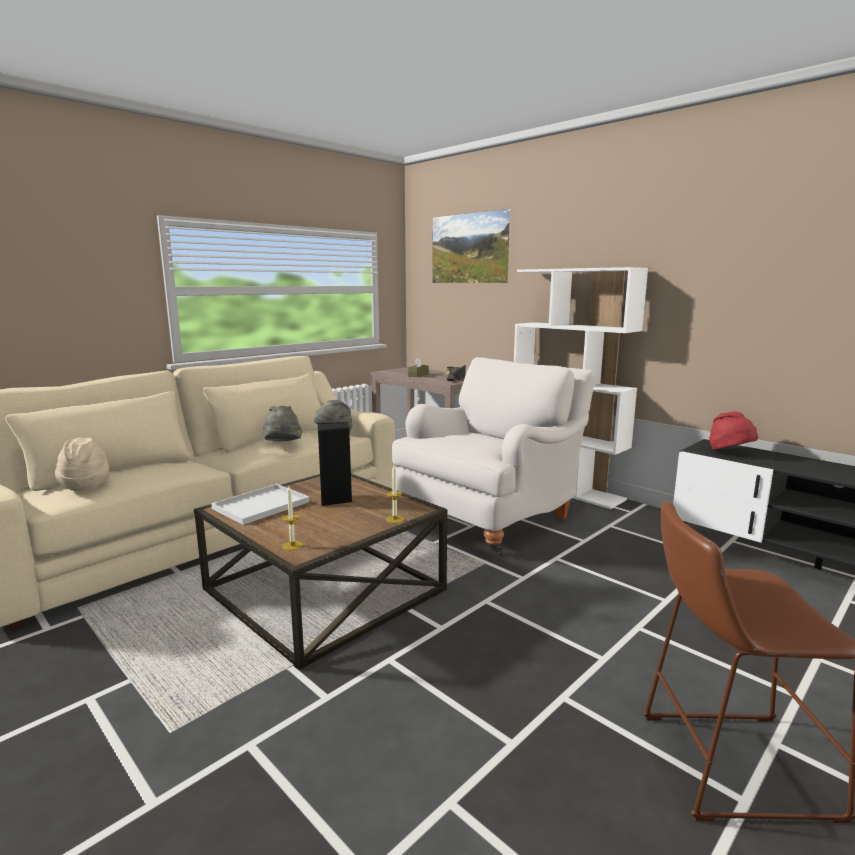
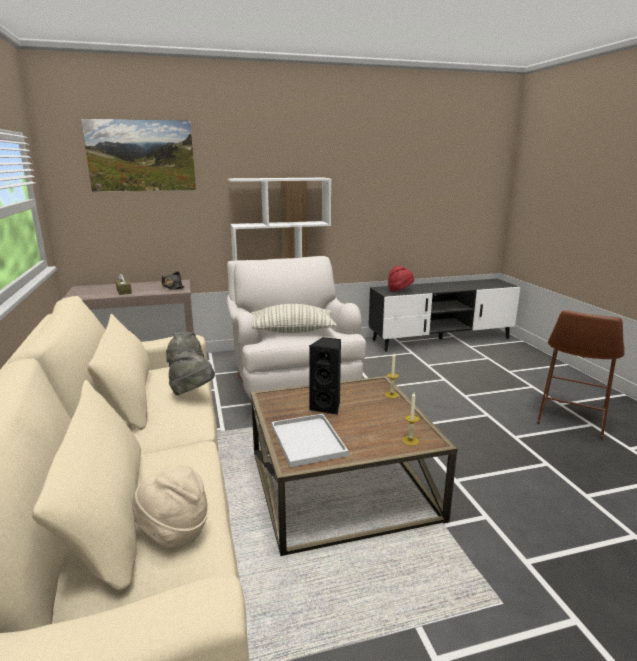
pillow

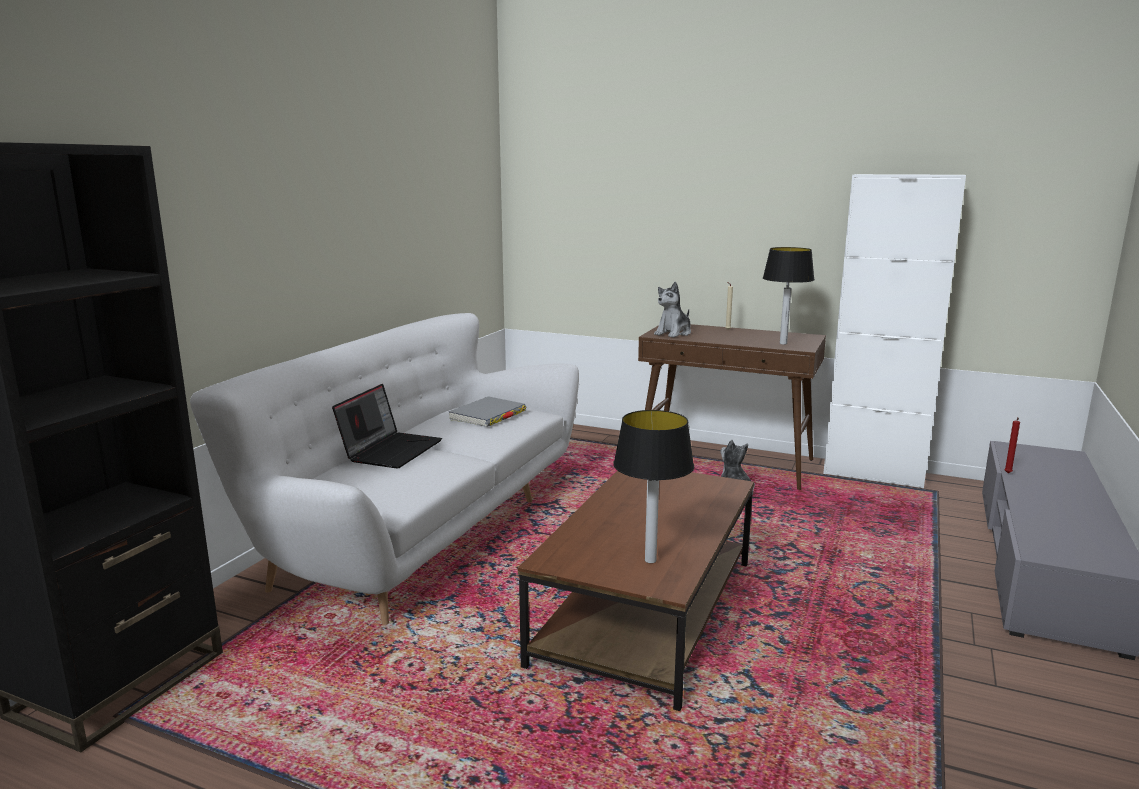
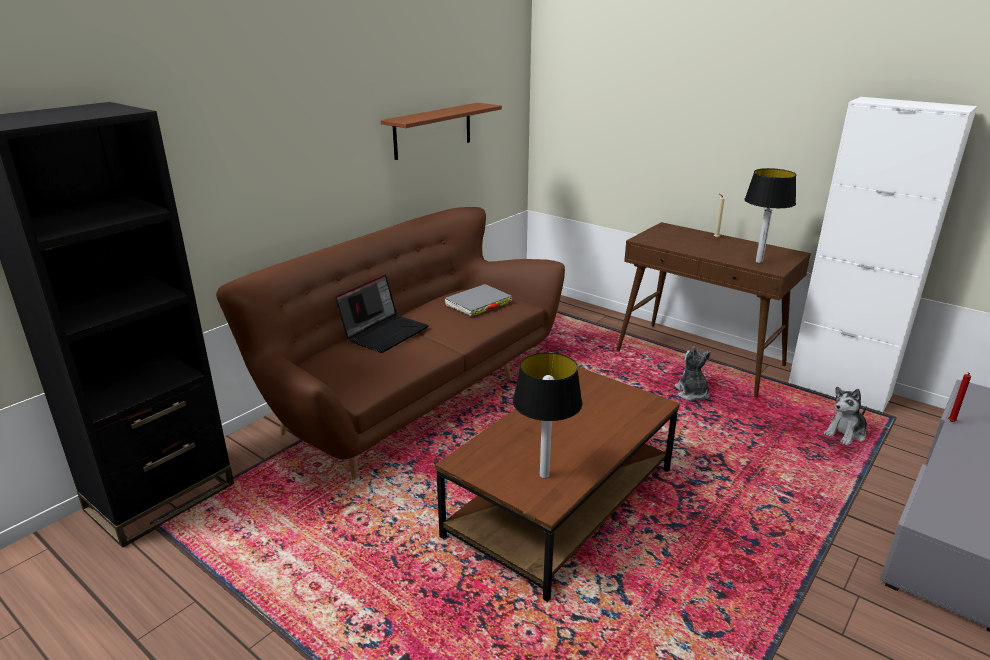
brown_shelf; plush_toy (no. 2 from left); brown_sofa

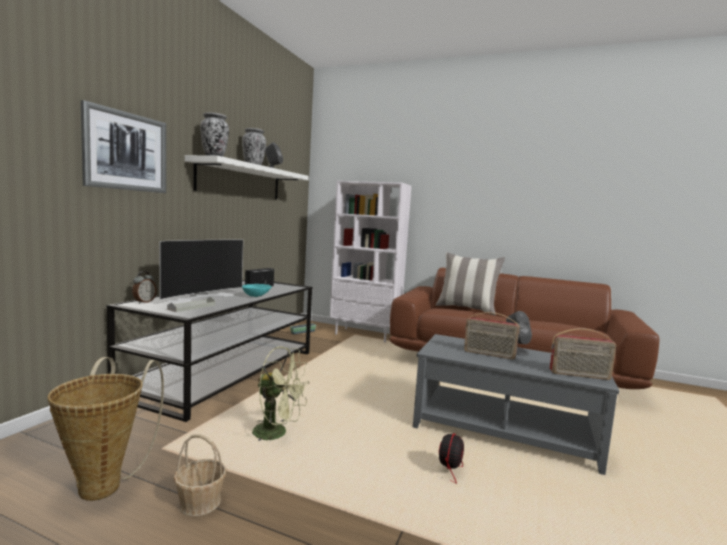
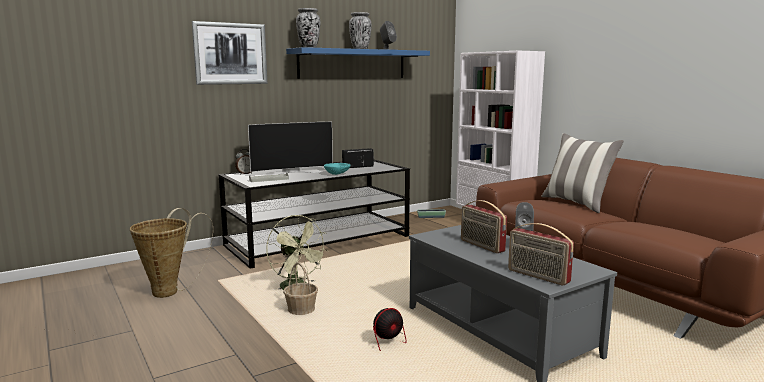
basket (no. 2 from left); blue_shelf

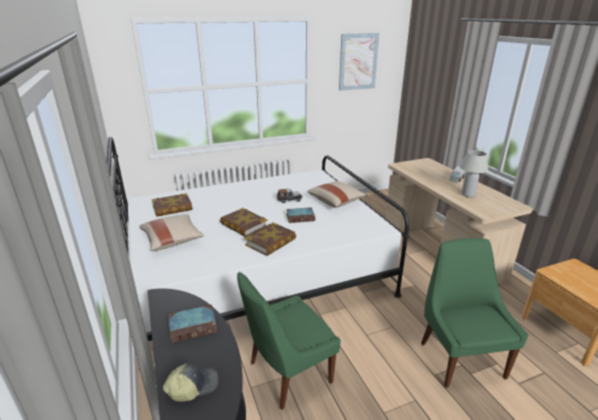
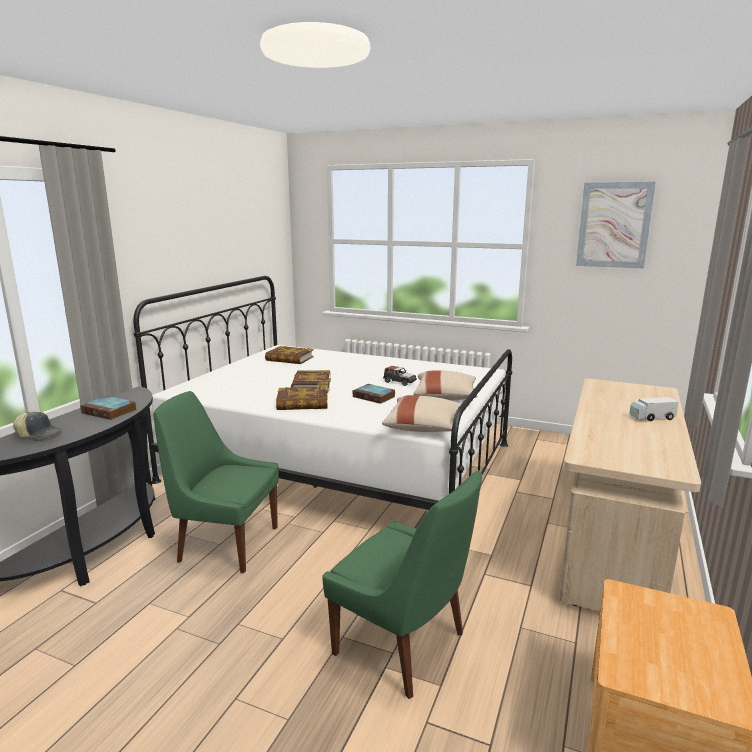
white_table_lamp; beige_pillow (no. 1 from left); green_chair (no. 2 from left)

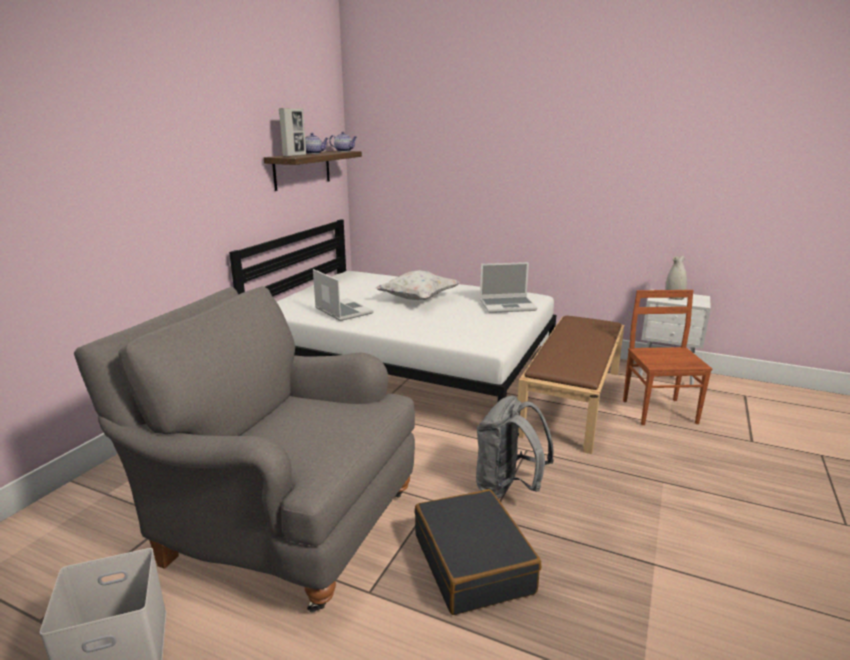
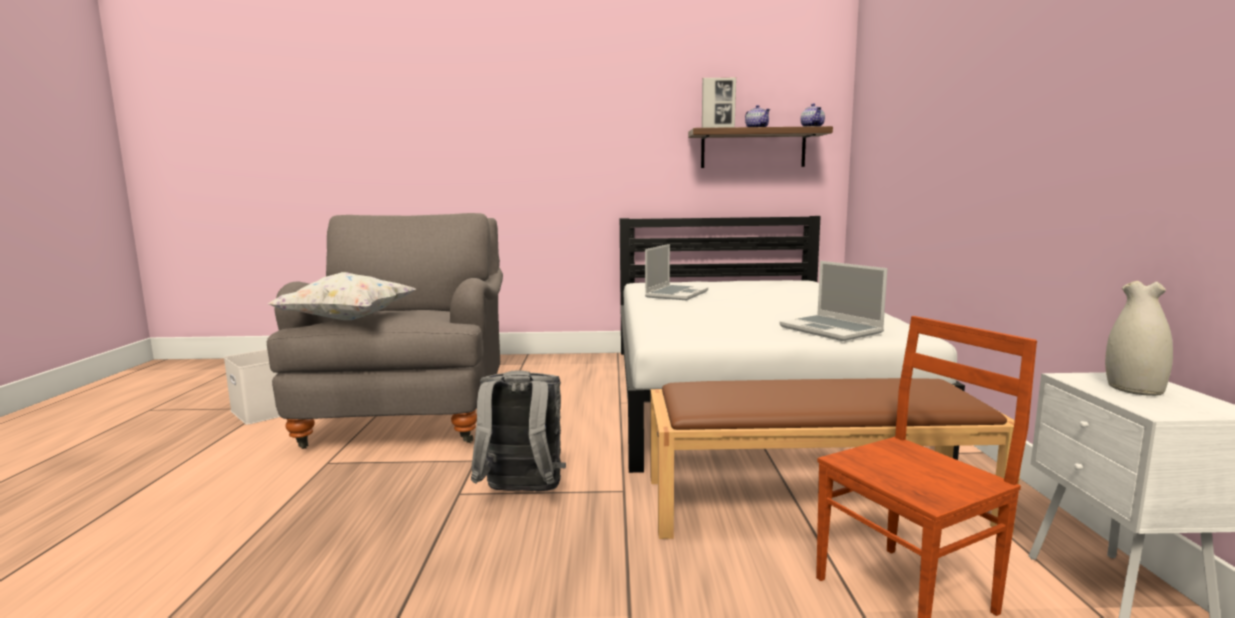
black_suitcase; white_pillow

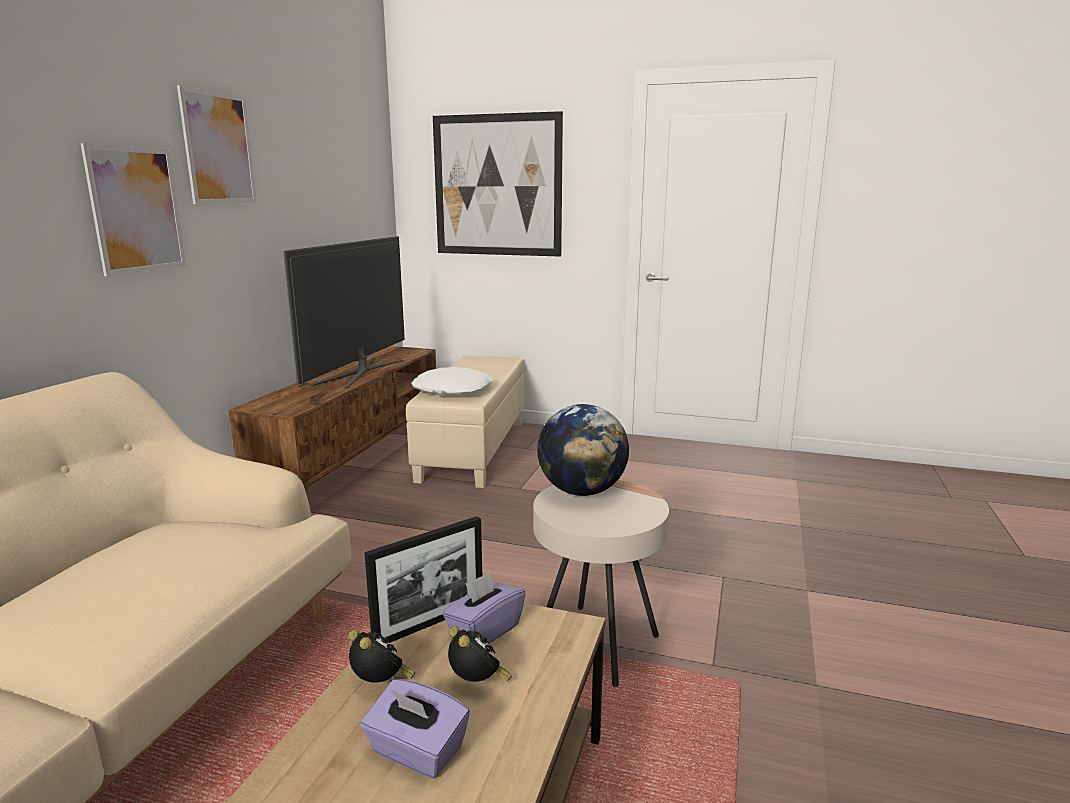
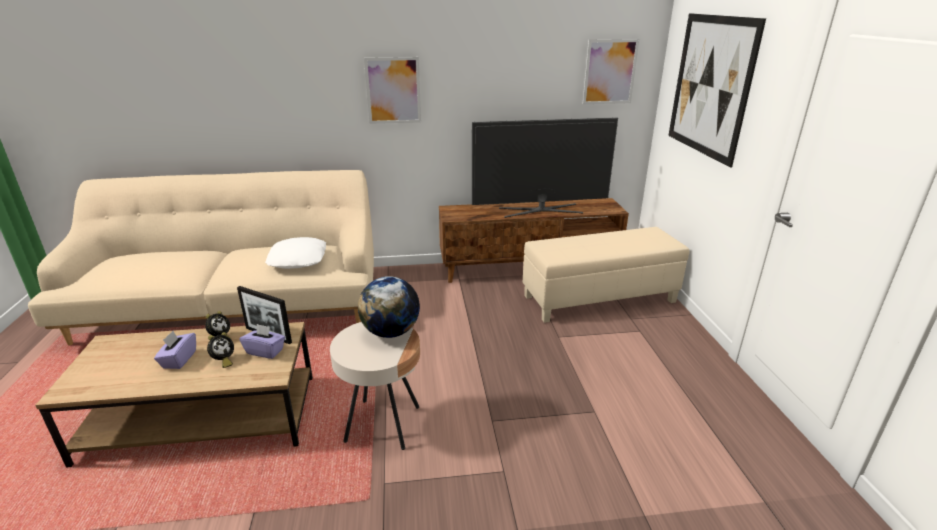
picture (no. 2 from left); white_pillow

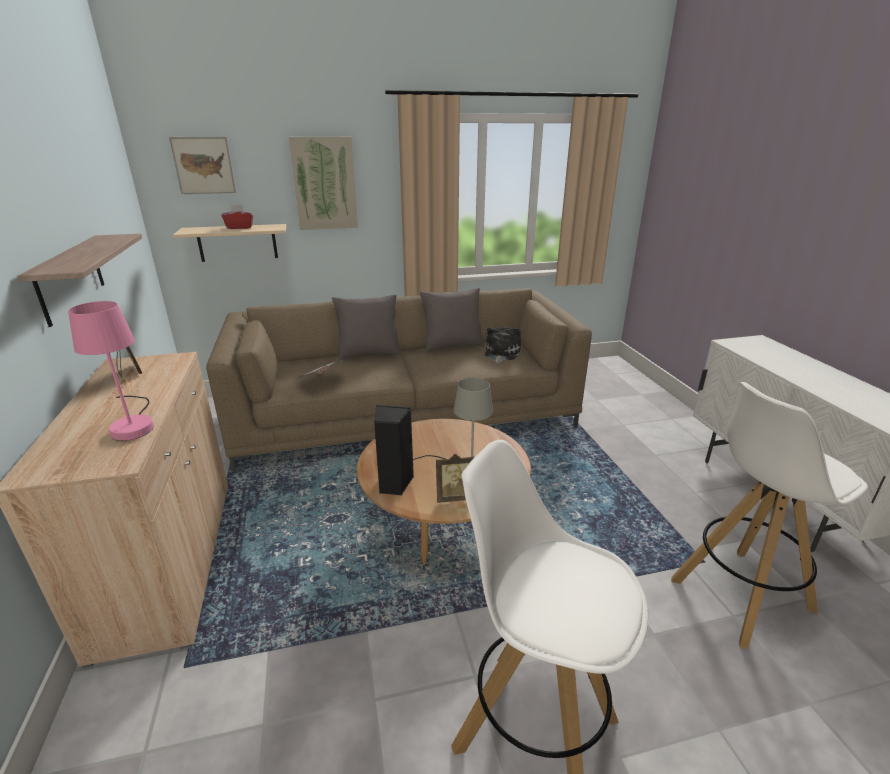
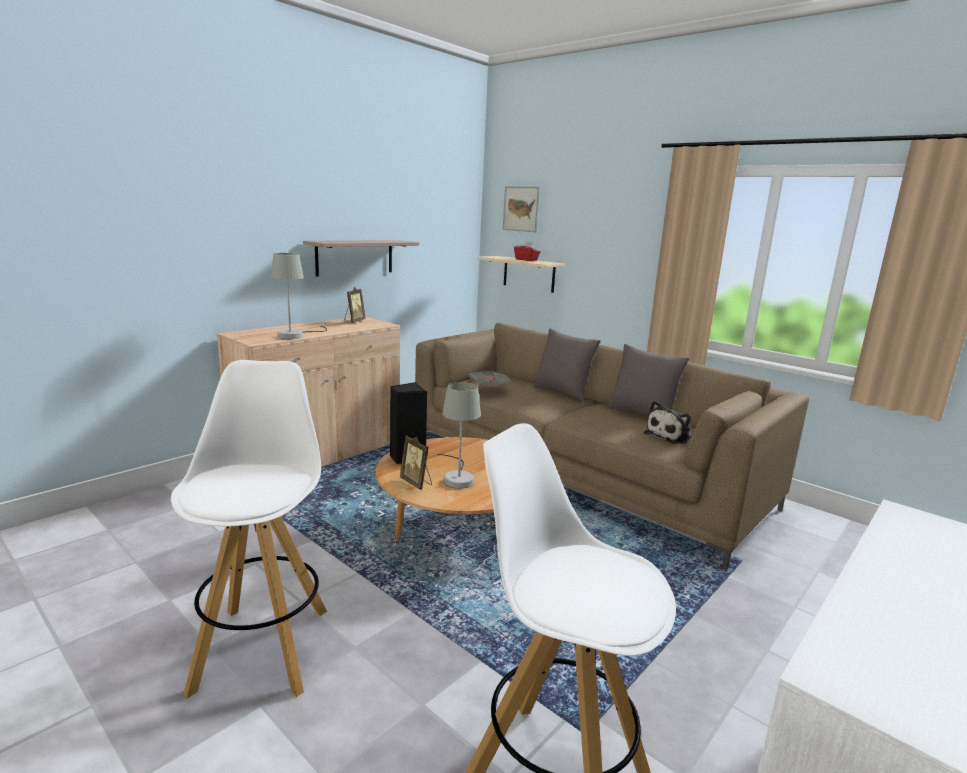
picture (no. 2 from left in the first image); grey_table_lamp (no. 1 from left); plush_toy

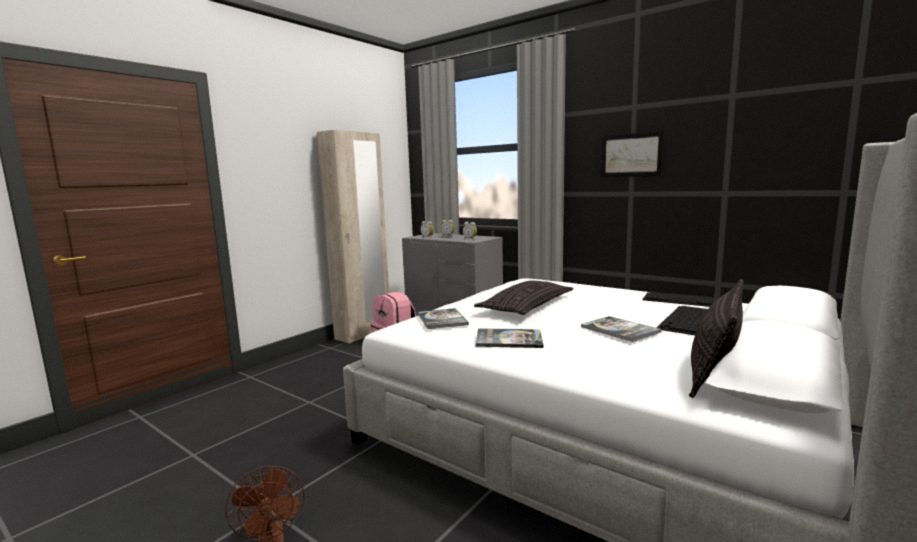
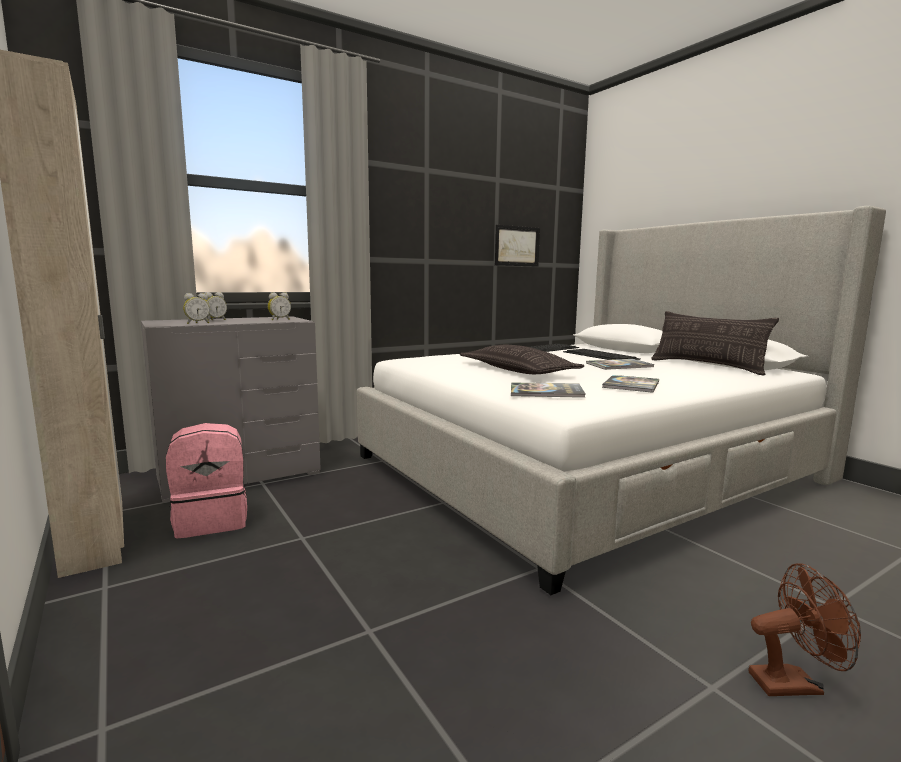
picture

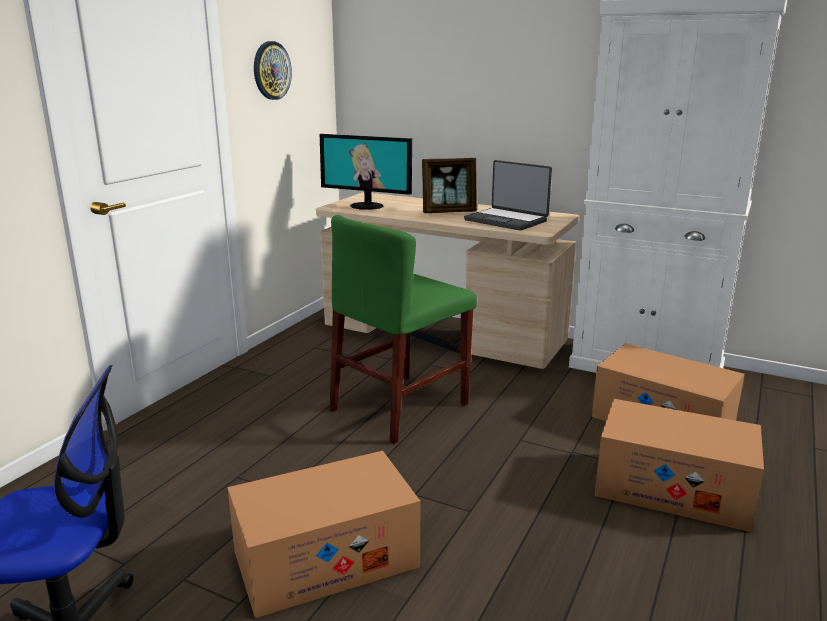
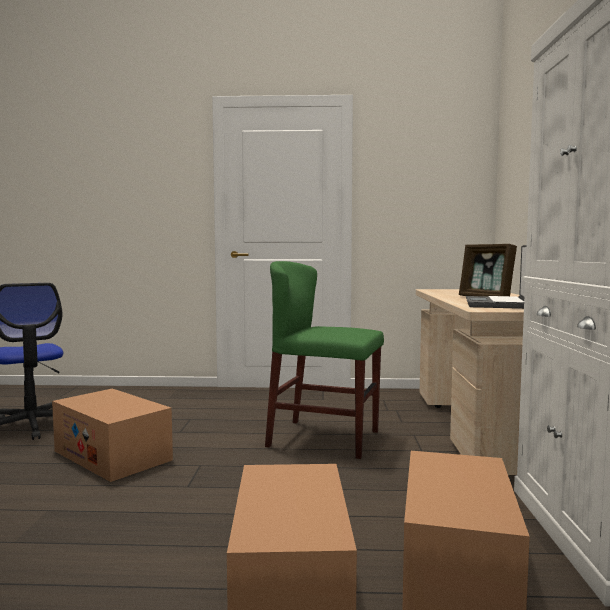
wall_clock; monitor

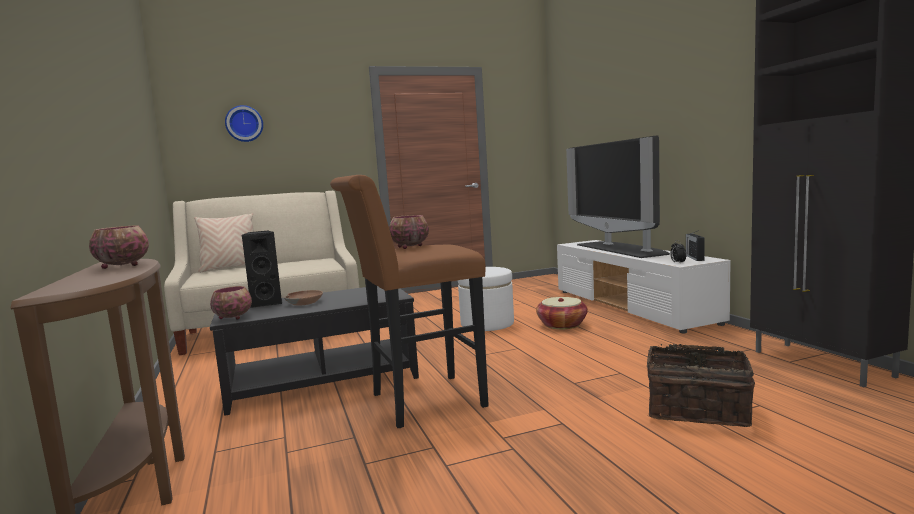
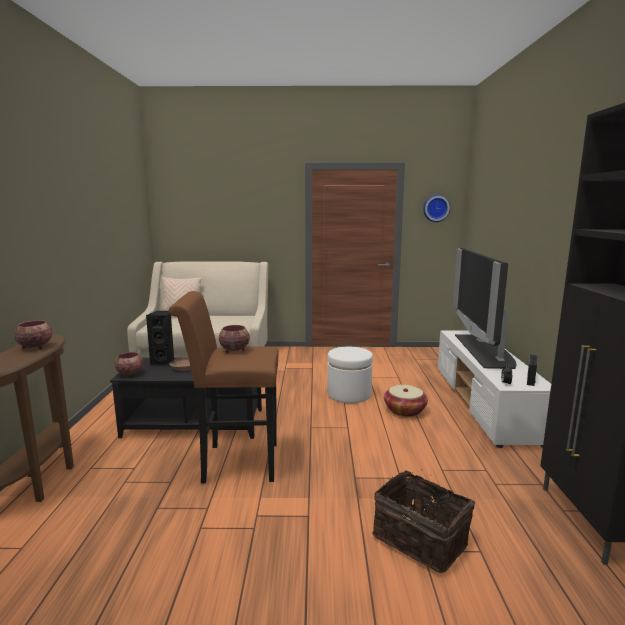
wall_clock

